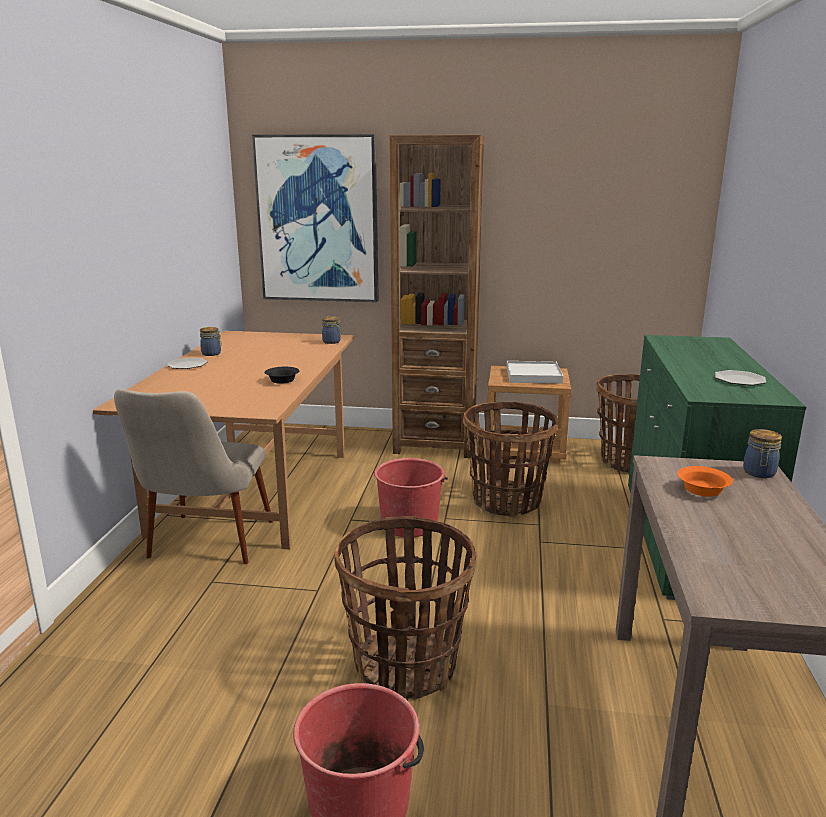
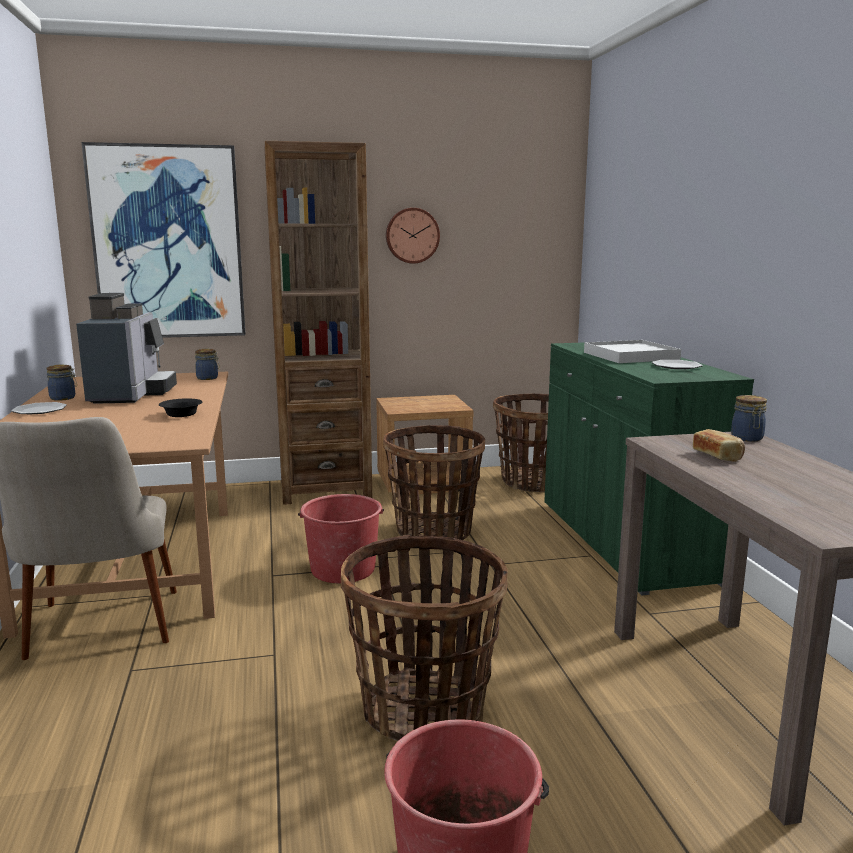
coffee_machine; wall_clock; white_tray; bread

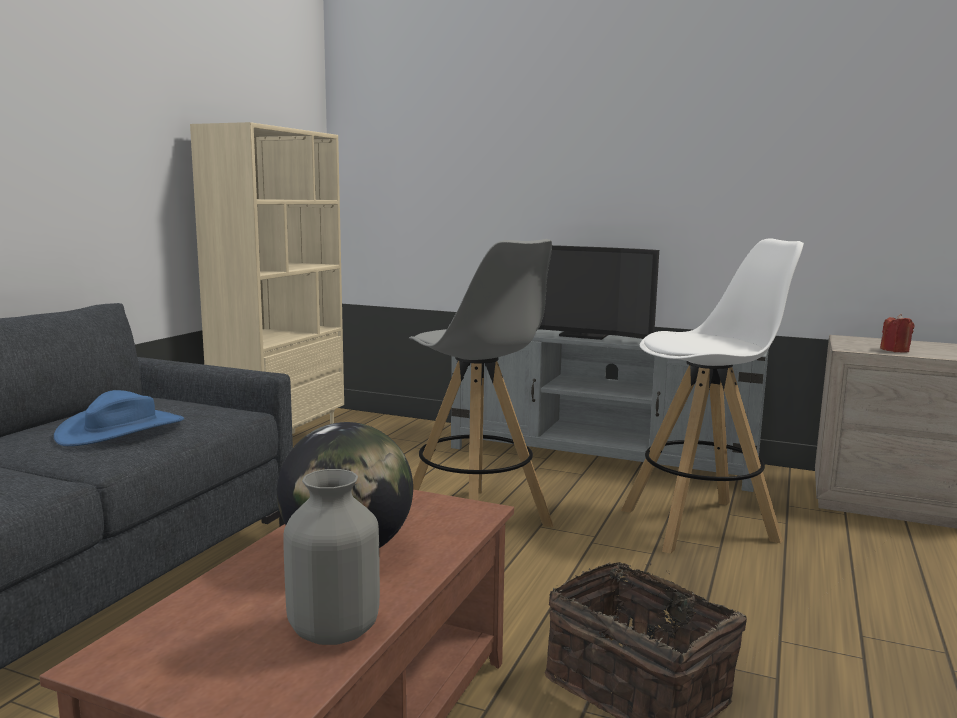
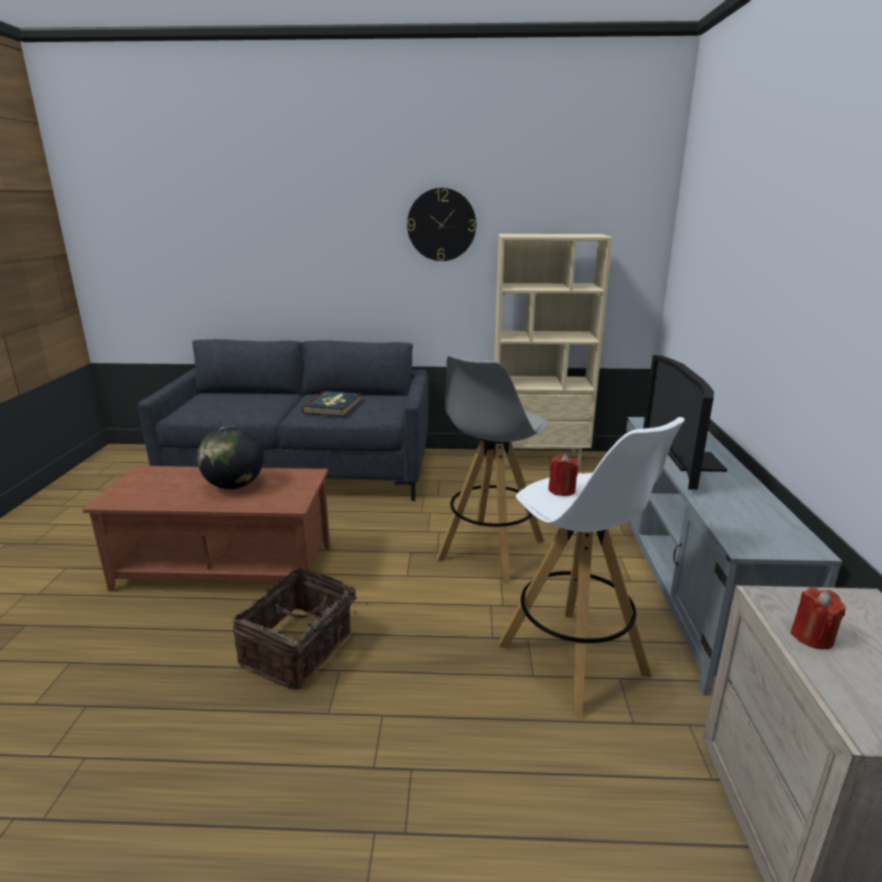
grey_vase; wall_clock; red_candle (no. 1 from left); book

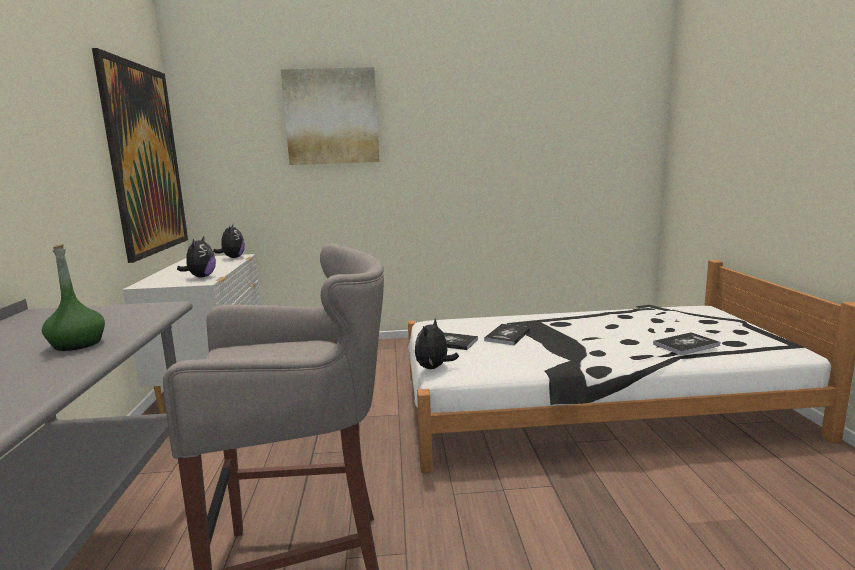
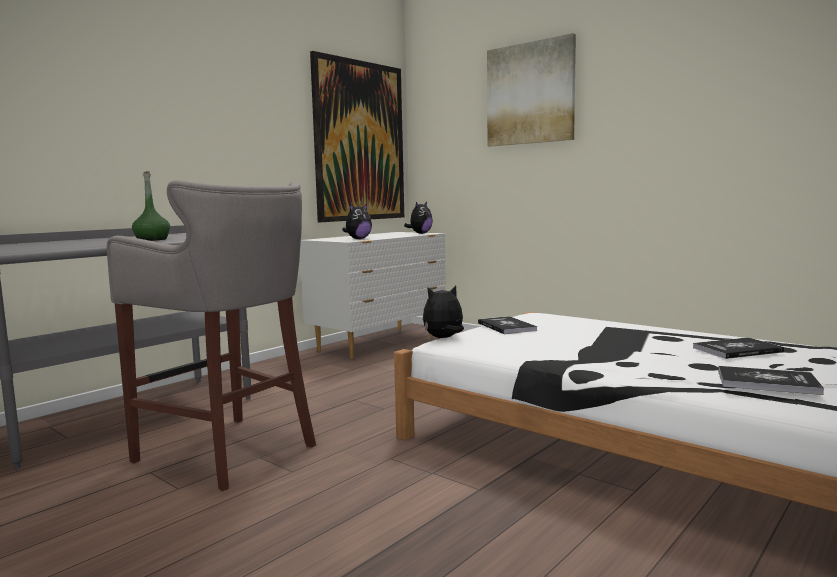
book (no. 2 from left)

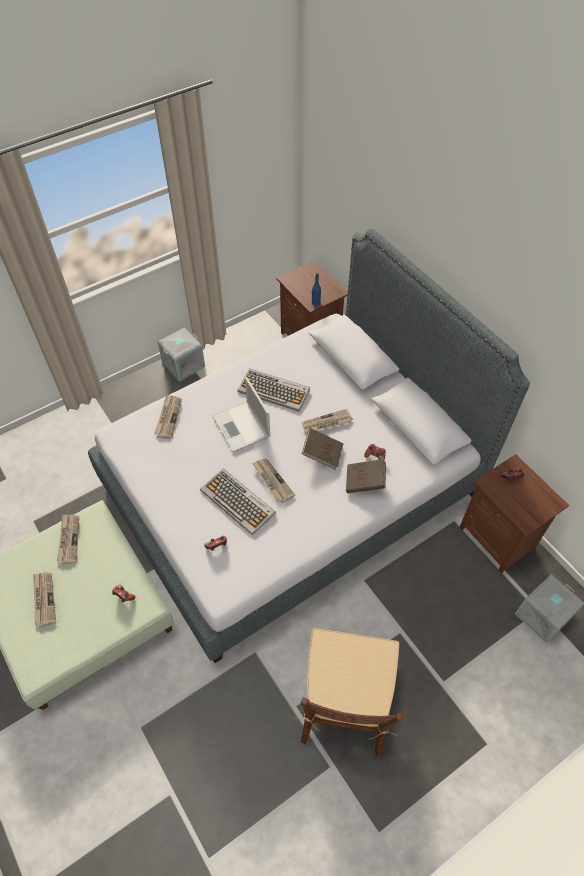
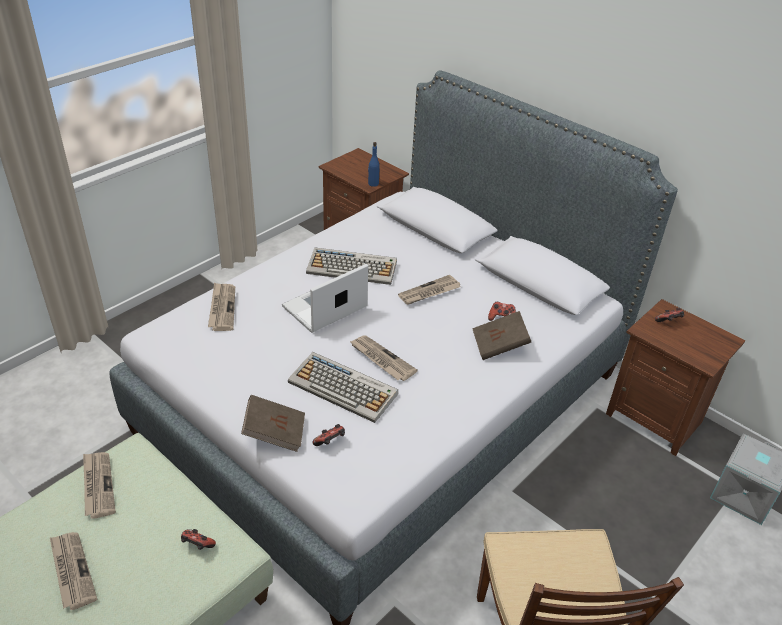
grey_storage_box (no. 1 from left in the first image); brown_book (no. 1 from left); laptop

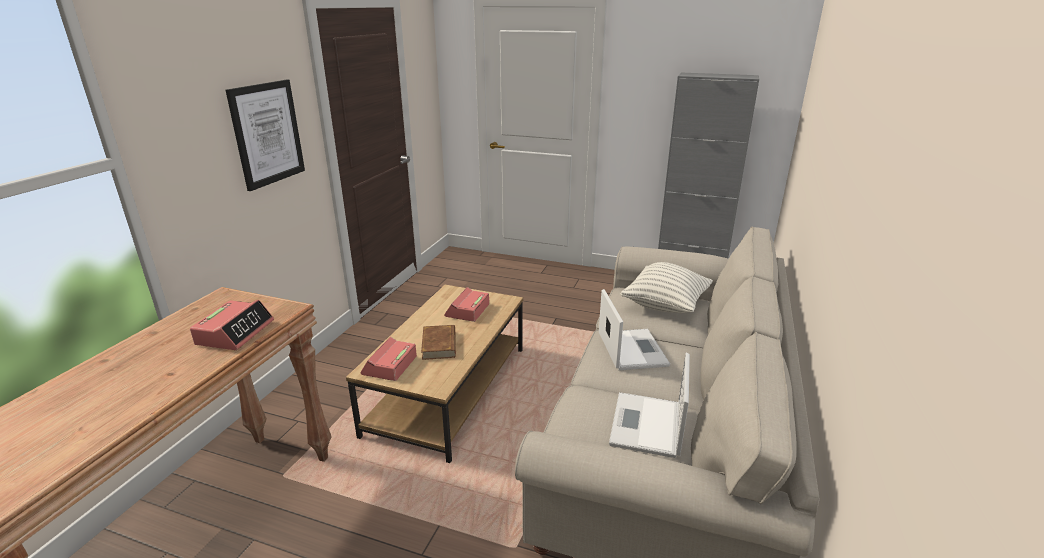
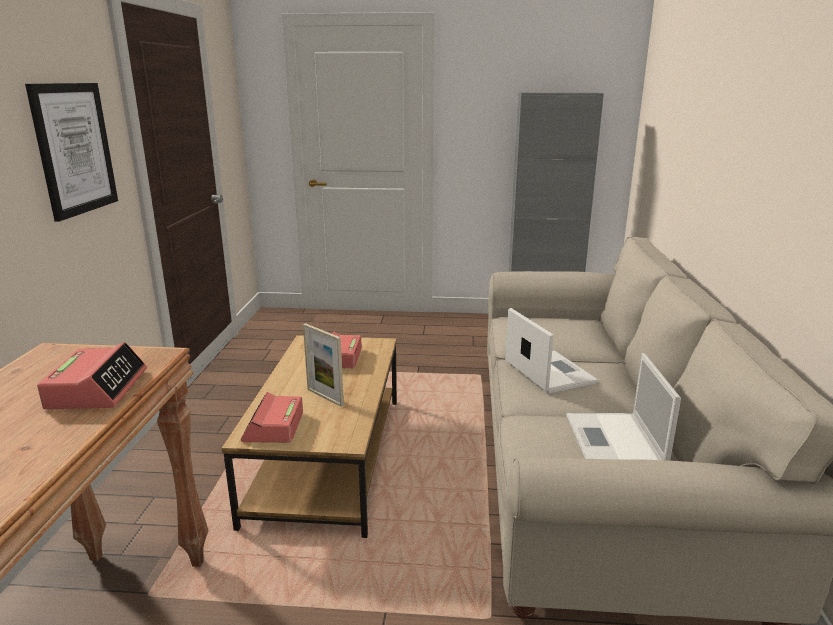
pillow; picture_frame

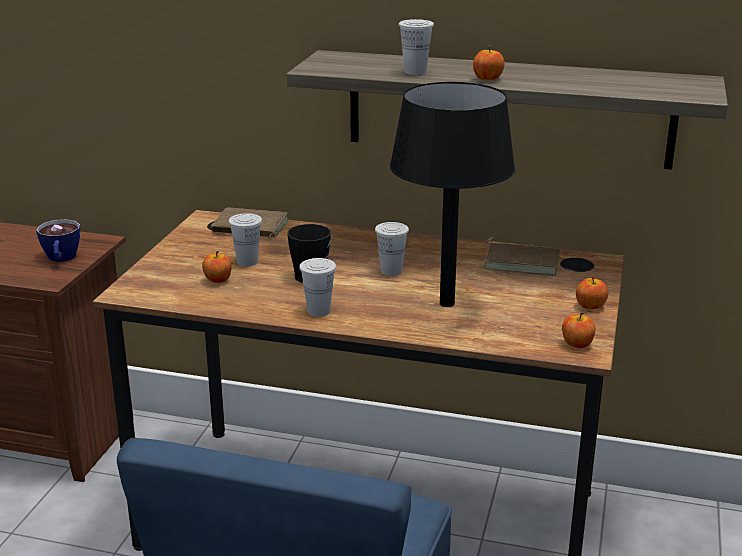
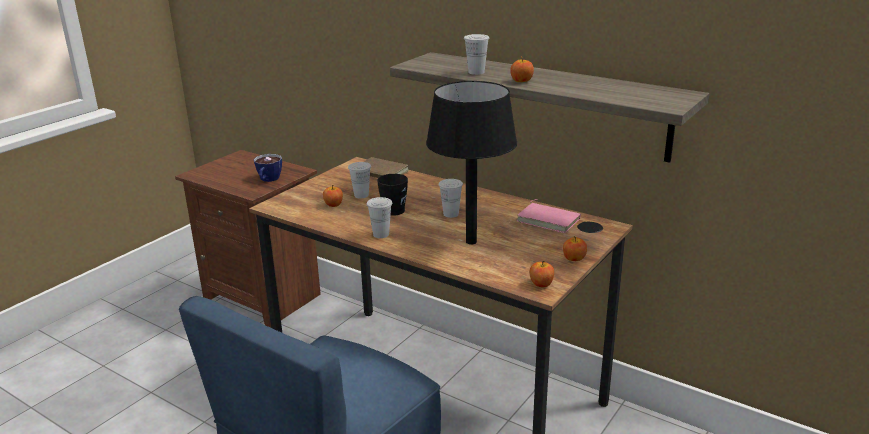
pink_book

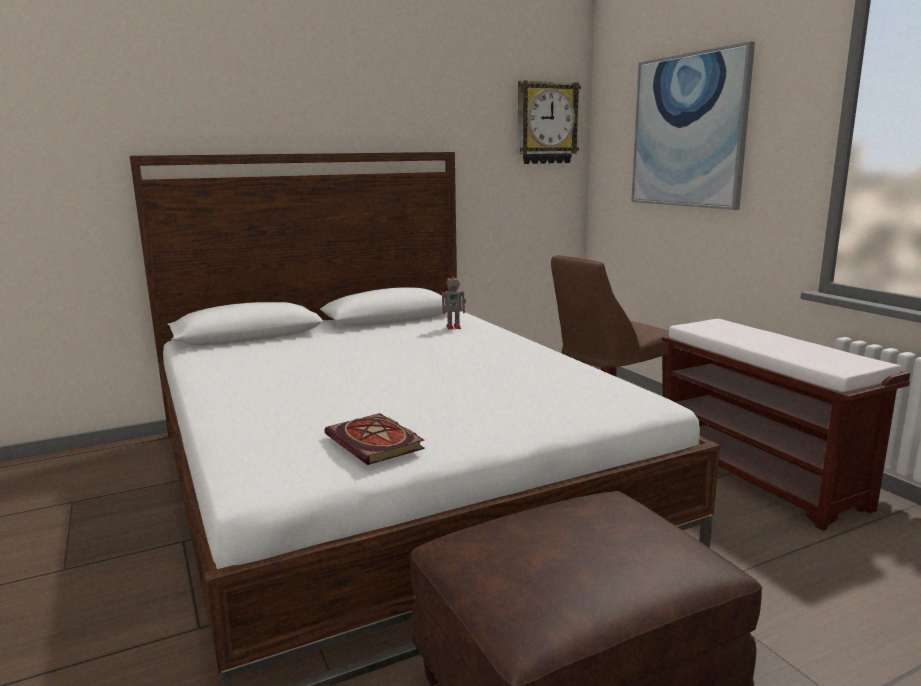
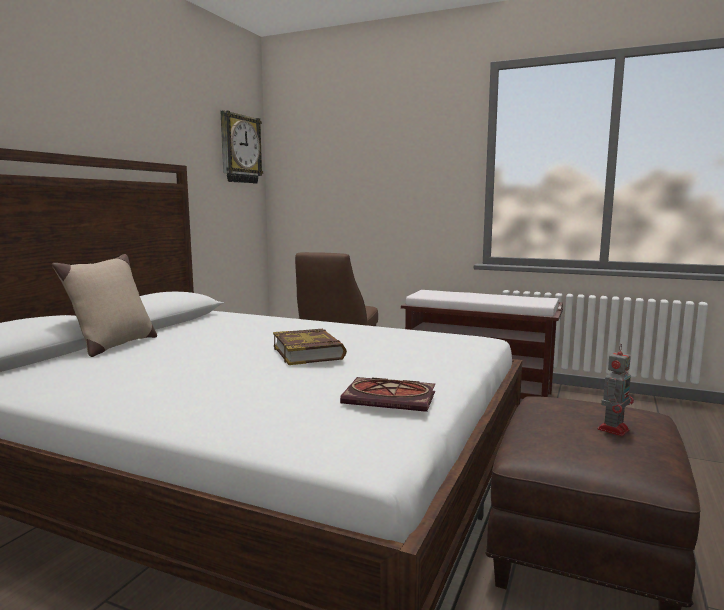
picture; beige_pillow; book (no. 1 from left); toy_robot

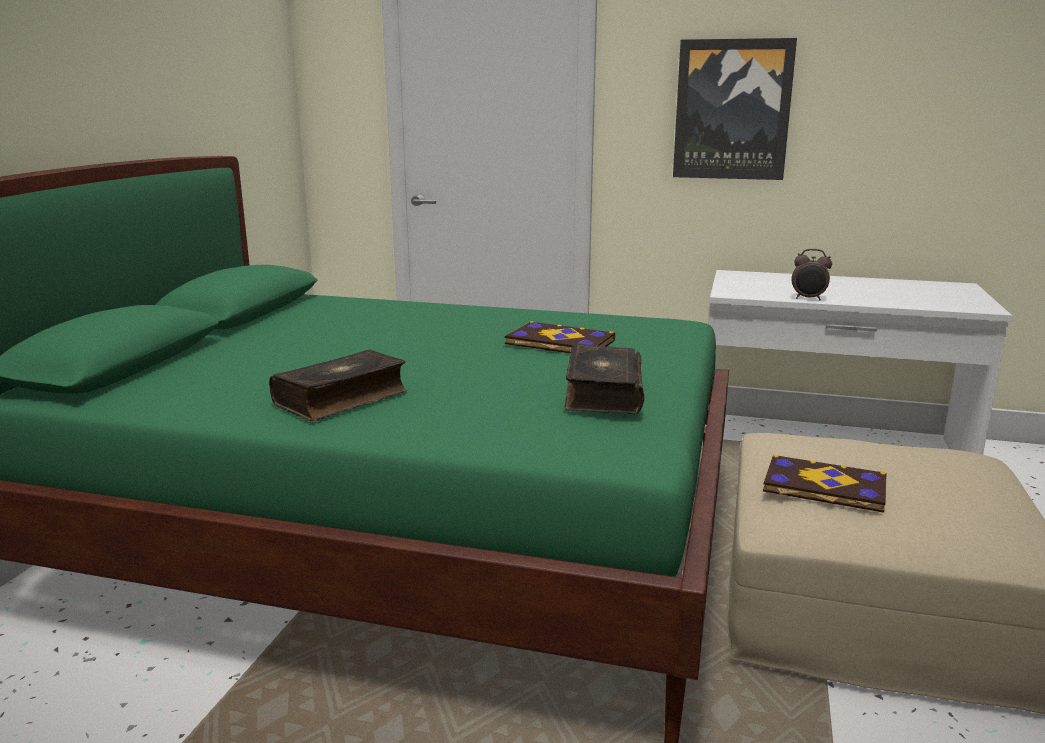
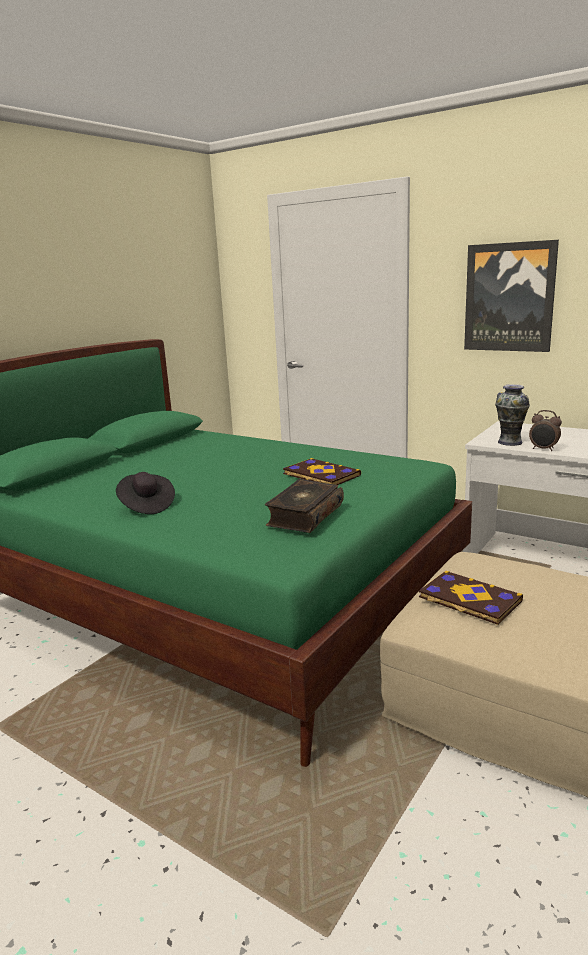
vase; black_hat

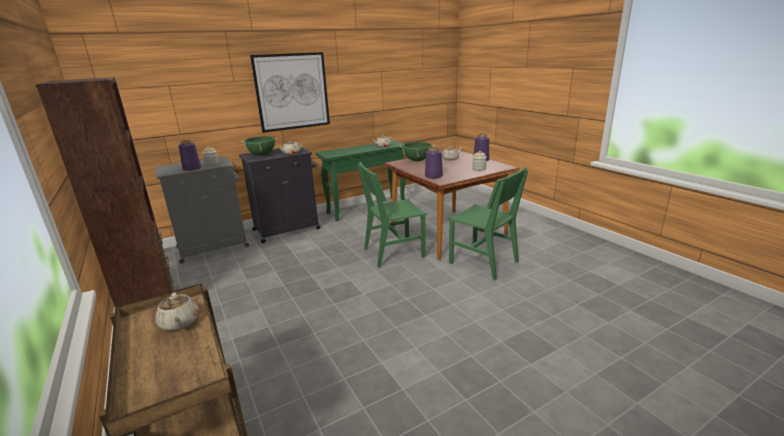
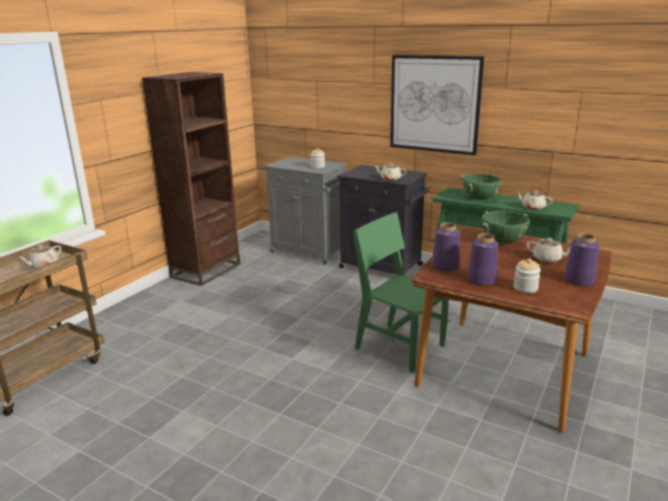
green_chair (no. 2 from left in the first image); purple_vase (no. 2 from left); green_cooking_pot (no. 1 from left)

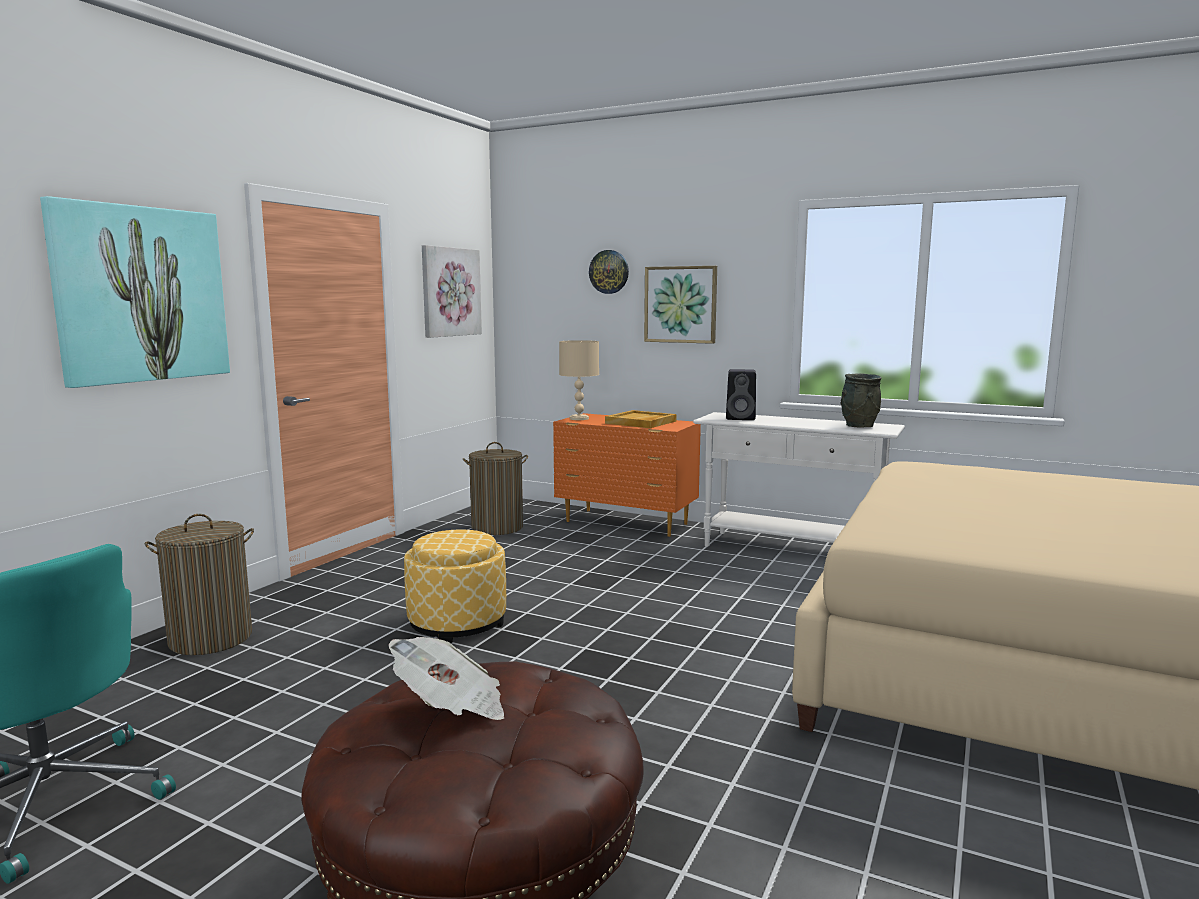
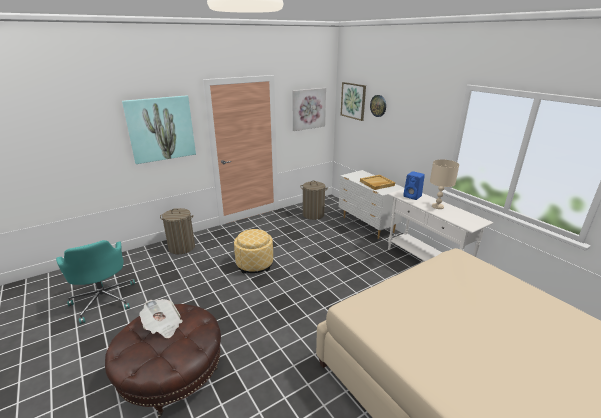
grey_vase; beige_table_lamp; picture (no. 3 from left); white_dresser; blue_speaker

